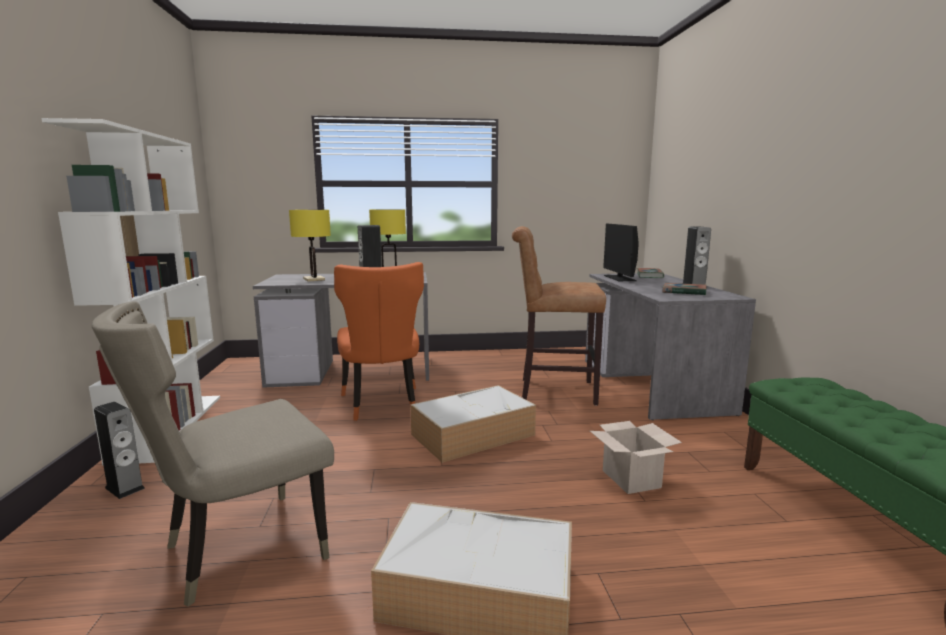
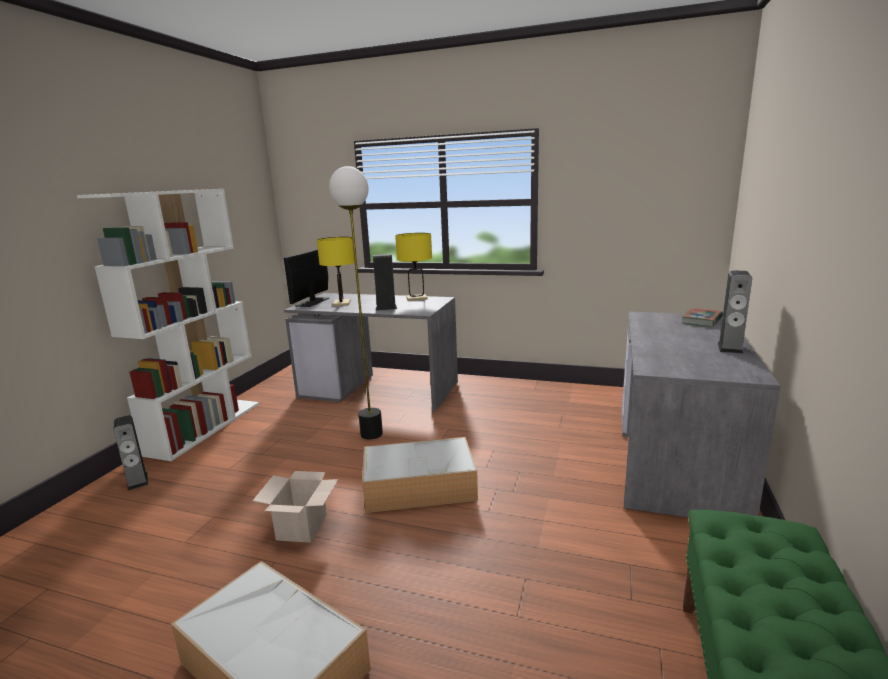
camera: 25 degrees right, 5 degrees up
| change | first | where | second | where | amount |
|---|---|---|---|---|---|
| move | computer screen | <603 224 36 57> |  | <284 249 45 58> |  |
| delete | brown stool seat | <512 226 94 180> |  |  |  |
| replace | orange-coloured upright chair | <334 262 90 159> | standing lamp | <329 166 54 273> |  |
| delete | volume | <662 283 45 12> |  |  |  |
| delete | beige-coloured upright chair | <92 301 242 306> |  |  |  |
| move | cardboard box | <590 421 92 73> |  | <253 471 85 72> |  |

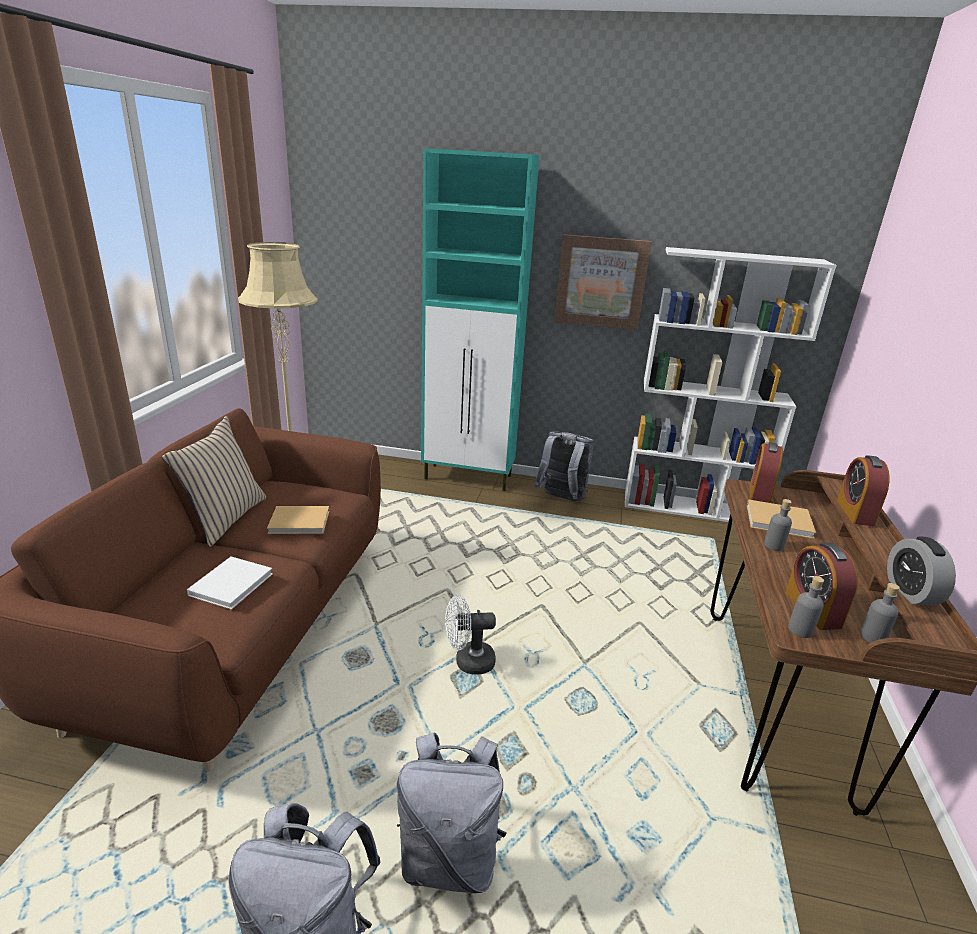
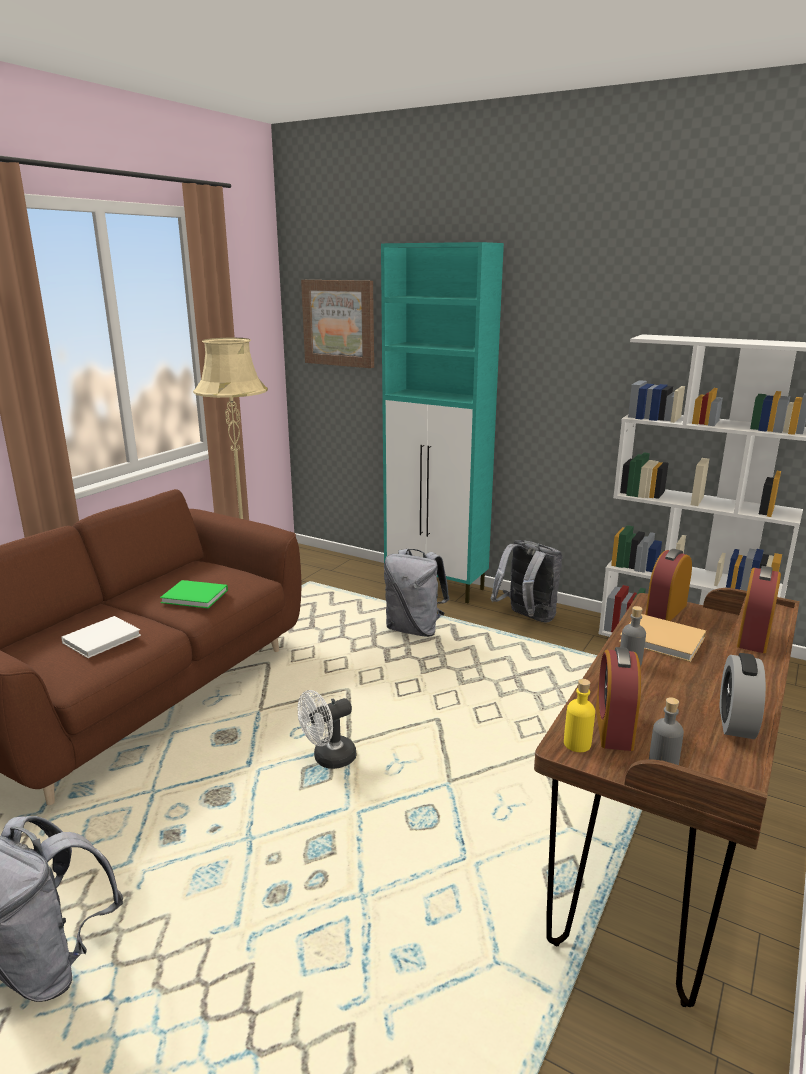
camera: 20 degrees right, 5 degrees down
| change | first | where | second | where | amount |
|---|---|---|---|---|---|
| move | wall art | <554 234 98 96> |  | <301 280 73 88> |  |
| delete | beige-coloured cushion | <162 416 104 131> |  |  |  |
| recolor | beige-coloured volume | <267 506 62 28> | greenish volume | <160 580 68 28> |  |
| recolor | gray drink bottle | <788 576 36 62> | yellowish drink bottle | <564 679 31 73> |  |
| rotate | whitish fan | <445 595 51 80> |  | <298 690 58 79> | 45 degrees counterclockwise |
| move | gray knapsack | <397 732 110 161> |  | <384 549 65 88> |  |

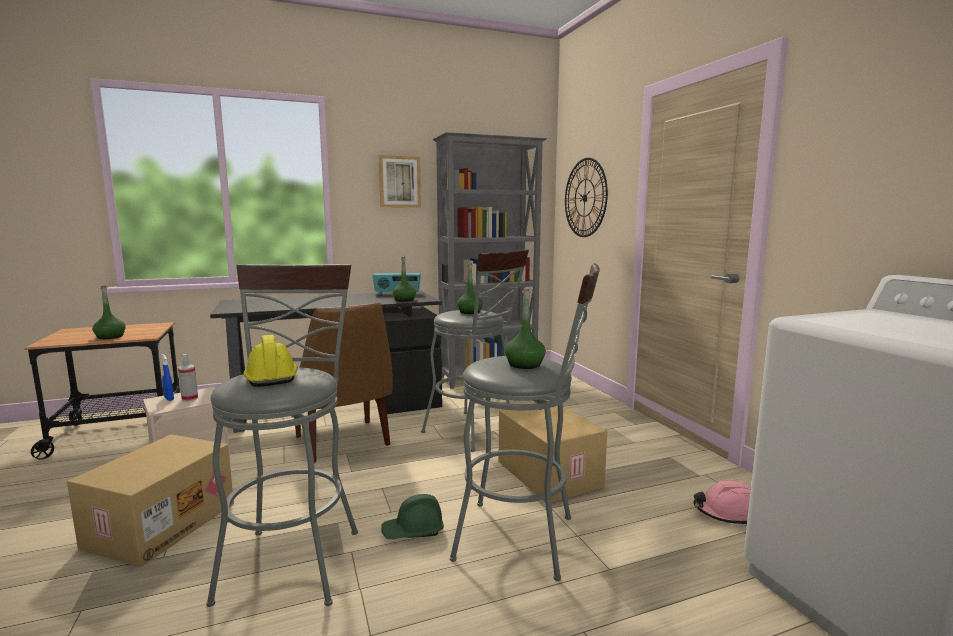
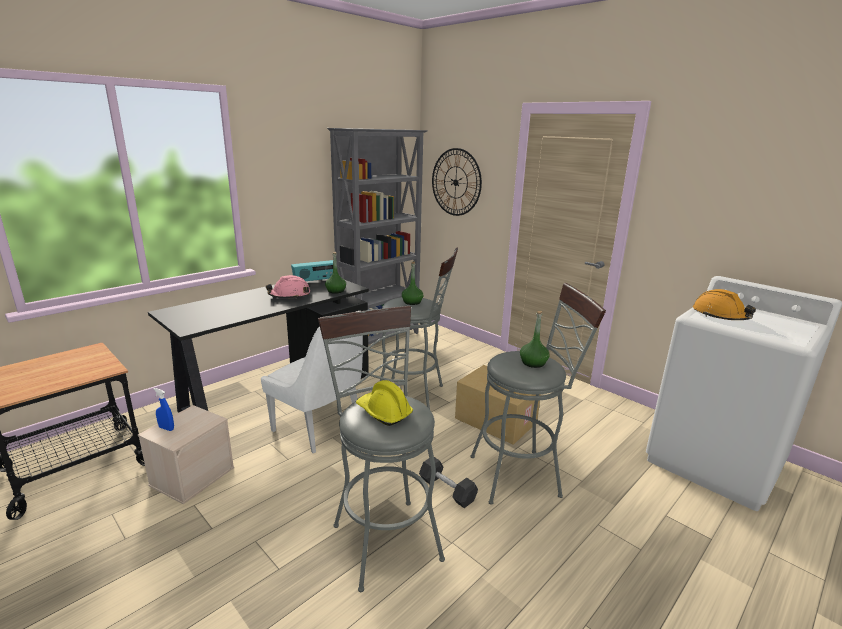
camera: 25 degrees left, 10 degrees up
| change | first | where | second | where | amount |
|---|---|---|---|---|---|
| delete | wall art | <379 155 42 53> |  |  |  |
| delete | greenish drink bottle | <92 286 34 53> |  |  |  |
| recolor | brown upright chair | <294 303 99 160> | whitish upright chair | <261 310 102 143> |  |
| delete | sprayer | <178 354 20 48> |  |  |  |
| delete | cardboard box | <67 434 167 133> |  |  |  |
| move | pinkish safety helmet | <694 481 57 45> |  | <266 275 44 24> |  |
| replace | greenish safety helmet | <381 494 63 45> | blackish free weight | <419 457 59 51> |  |
| insert |  |  | orange-coloured safety helmet | <693 289 63 31> |  |

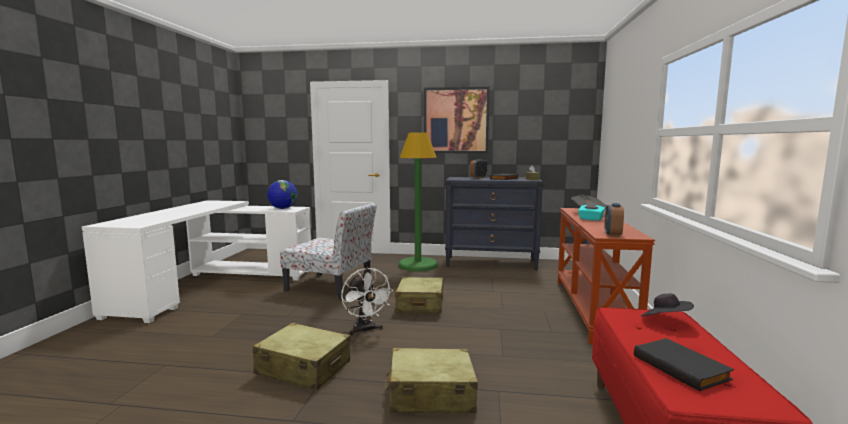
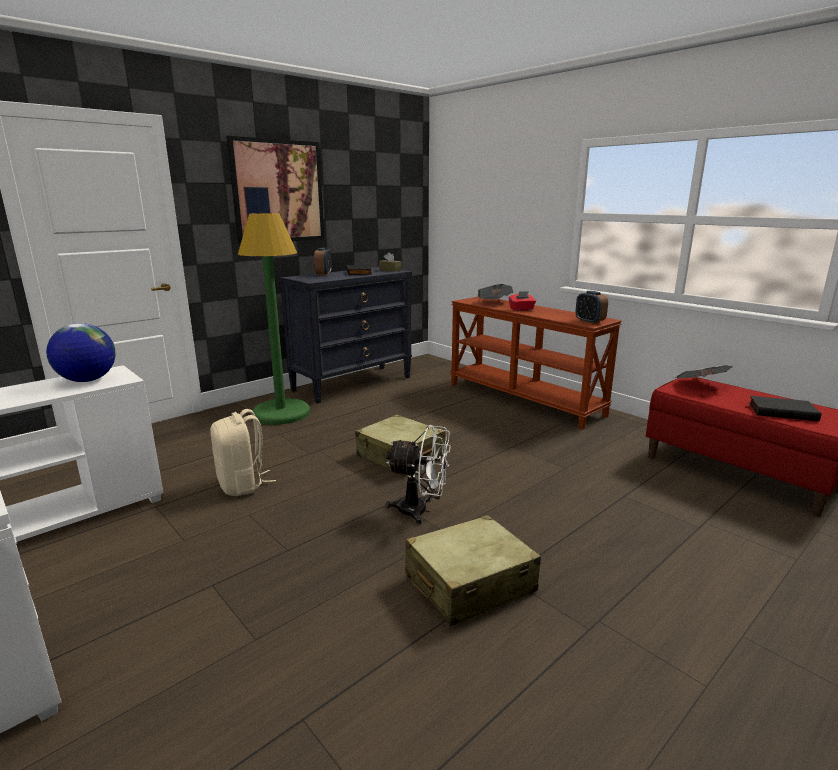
camera: 50 degrees left, 10 degrees up
| change | first | where | second | where | amount |
|---|---|---|---|---|---|
| recolor | blue-green tissue holder | <578 201 27 20> | red tissue holder | <509 291 27 20> |  |
| replace | upright chair | <280 203 97 97> | beige-coloured knapsack | <210 409 66 87> |  |
| replace | blackish clothing hat | <641 294 53 23> | daily paper | <675 365 58 13> |  |
| delete | beige-coloured travel case | <385 348 93 65> |  |  |  |

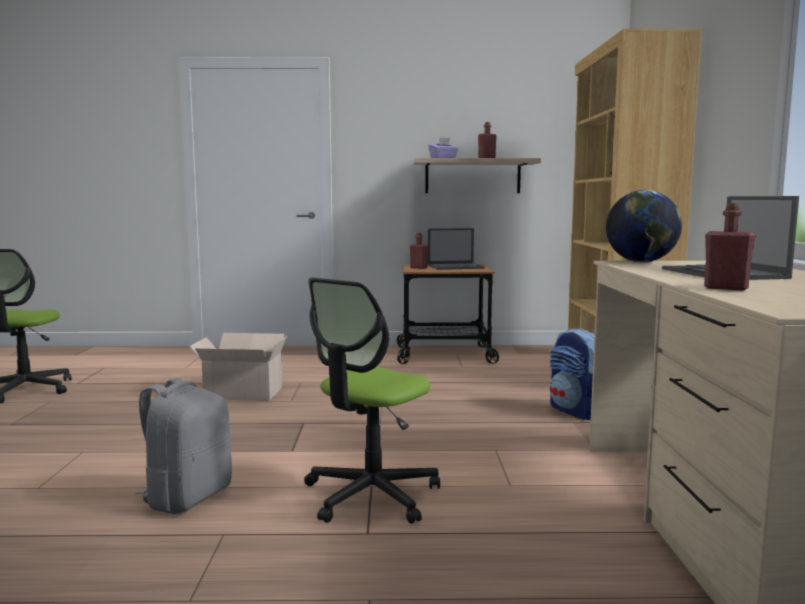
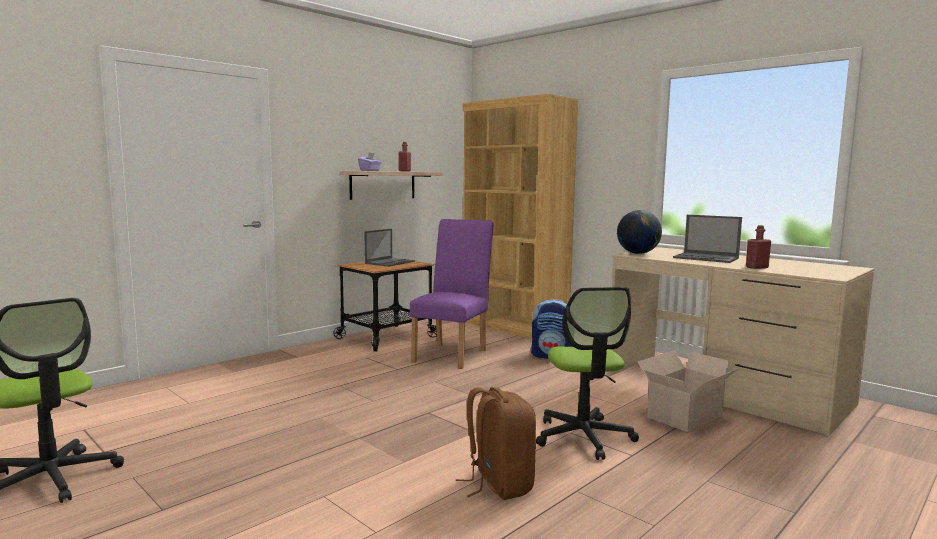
camera: 45 degrees left, 0 degrees up
| change | first | where | second | where | amount |
|---|---|---|---|---|---|
| delete | red drink bottle | <410 233 18 36> |  |  |  |
| move | cardboard box | <189 333 98 68> |  | <637 350 103 82> |  |
| recolor | gray knapsack | <135 378 97 136> | brown knapsack | <456 387 80 113> |  |
| insert |  |  | purple-coloured upright chair | <410 219 84 150> |  |

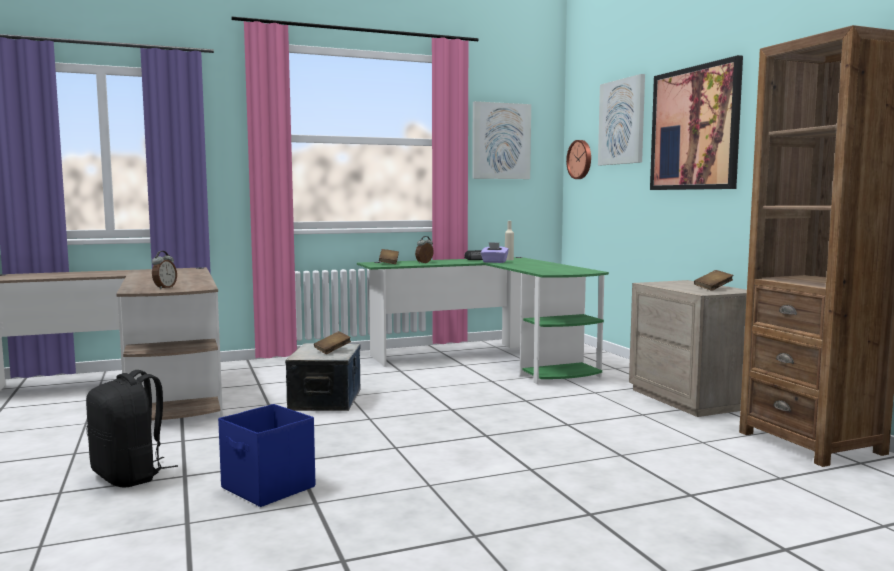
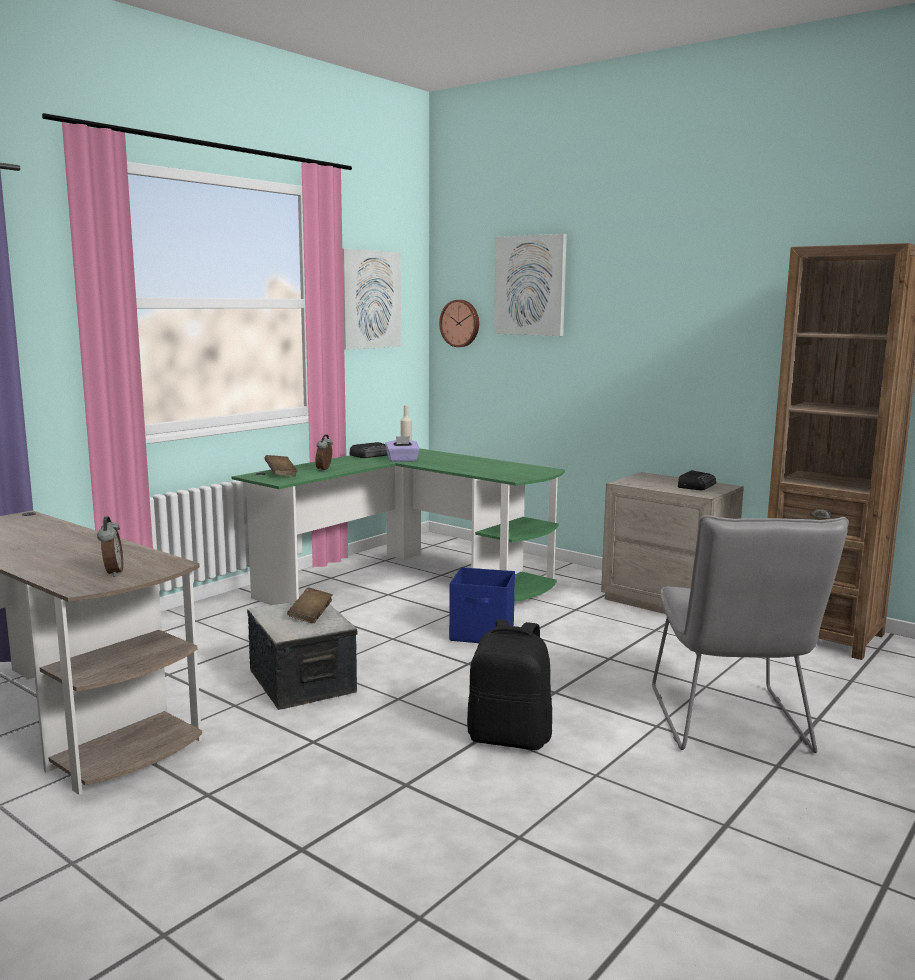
camera: 30 degrees left, 5 degrees up
| change | first | where | second | where | amount |
|---|---|---|---|---|---|
| delete | wall art | <650 55 93 135> |  |  |  |
| replace | brown volume | <694 270 39 21> | radio set | <678 470 38 20> |  |
| move | blackish knapsack | <86 370 92 118> |  | <467 620 85 130> |  |
| move | blue-coloured storage container | <218 404 97 103> |  | <449 567 66 76> |  |
| insert |  |  | gray upright chair | <652 515 197 238> |  |

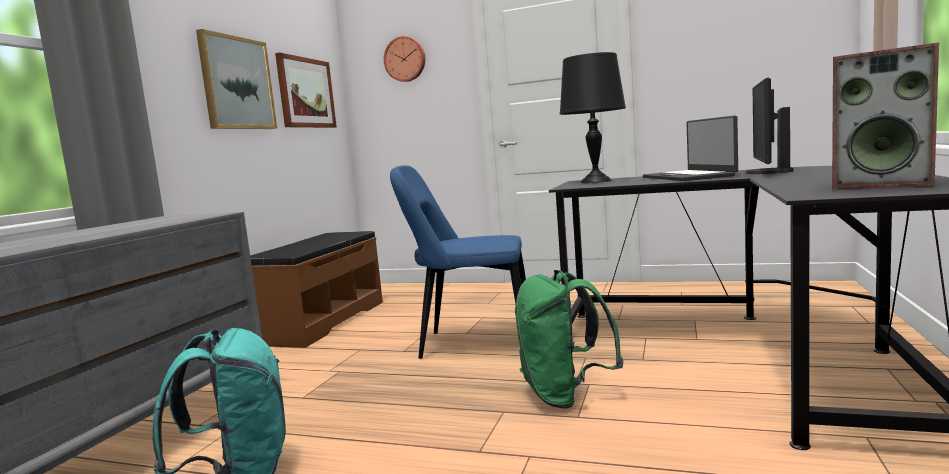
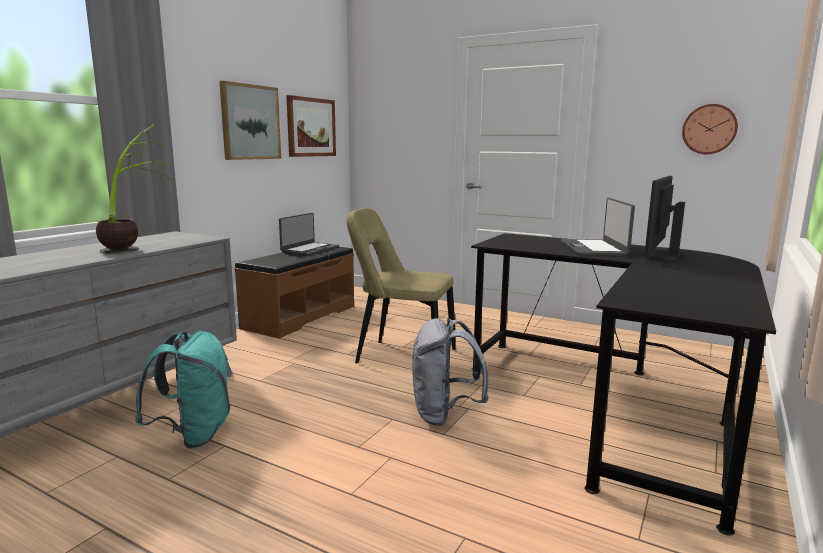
camera: 10 degrees right, 5 degrees up
| change | first | where | second | where | amount |
|---|---|---|---|---|---|
| move | clock on the wall | <384 36 41 46> |  | <682 104 56 50> |  |
| delete | audio speaker | <832 42 107 147> |  |  |  |
| delete | blackish lamp for a table | <560 52 66 131> |  |  |  |
| recolor | blue-coloured upright chair | <390 166 136 193> | beige-coloured upright chair | <346 208 110 155> |  |
| recolor | greenish knapsack | <515 270 109 138> | gray knapsack | <412 318 77 108> |  |
| insert |  |  | houseplant | <96 125 76 128> |  |
| insert |  |  | notebook computer | <279 213 60 43> |  |

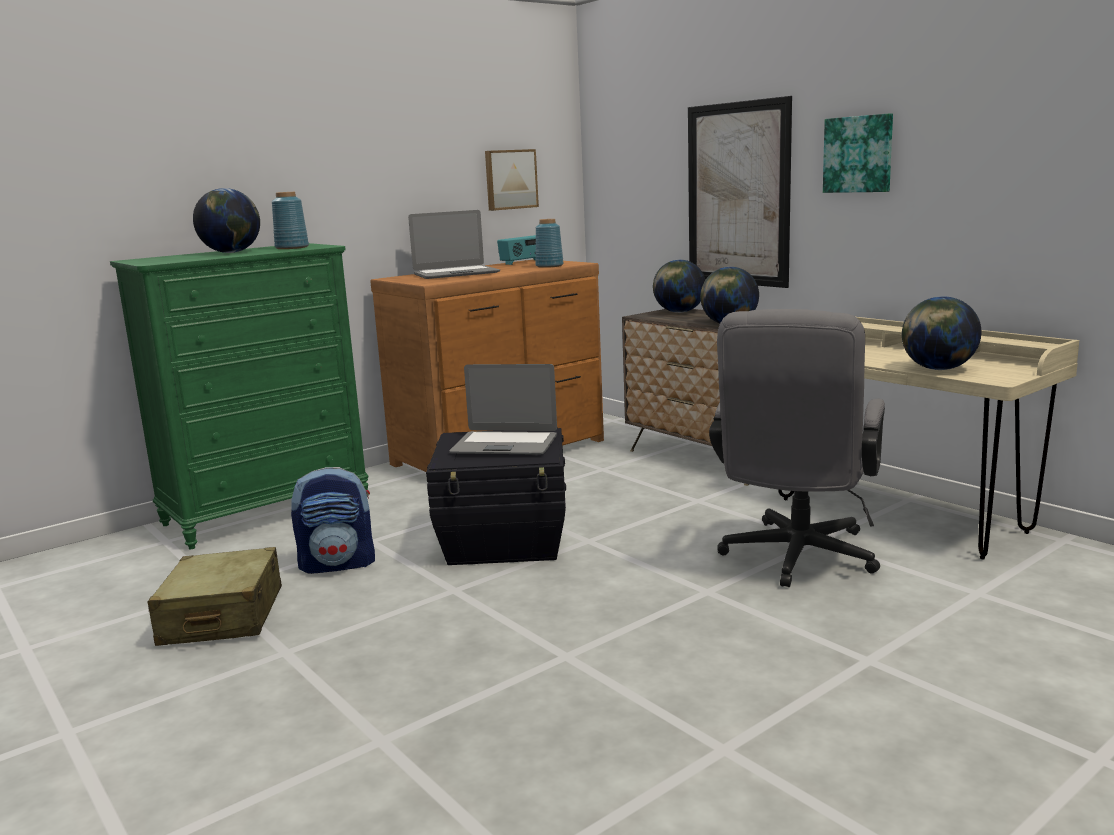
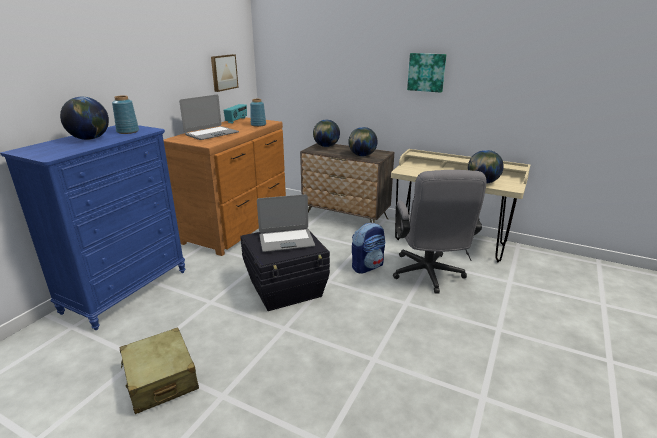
camera: 25 degrees left, 10 degrees up
| change | first | where | second | where | amount |
|---|---|---|---|---|---|
| delete | wall art | <688 96 104 192> |  |  |  |
| recolor | greenish drawer chest | <110 243 259 306> | blue-coloured drawer chest | <0 125 185 205> |  |
| move | knapsack | <291 467 84 107> |  | <352 223 34 51> |  |

